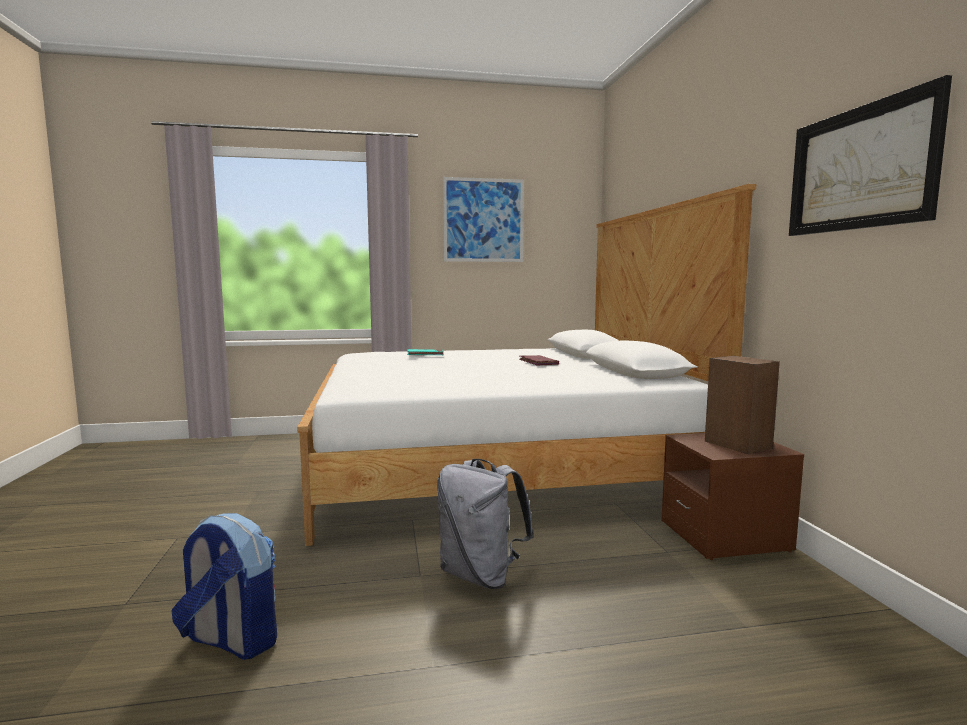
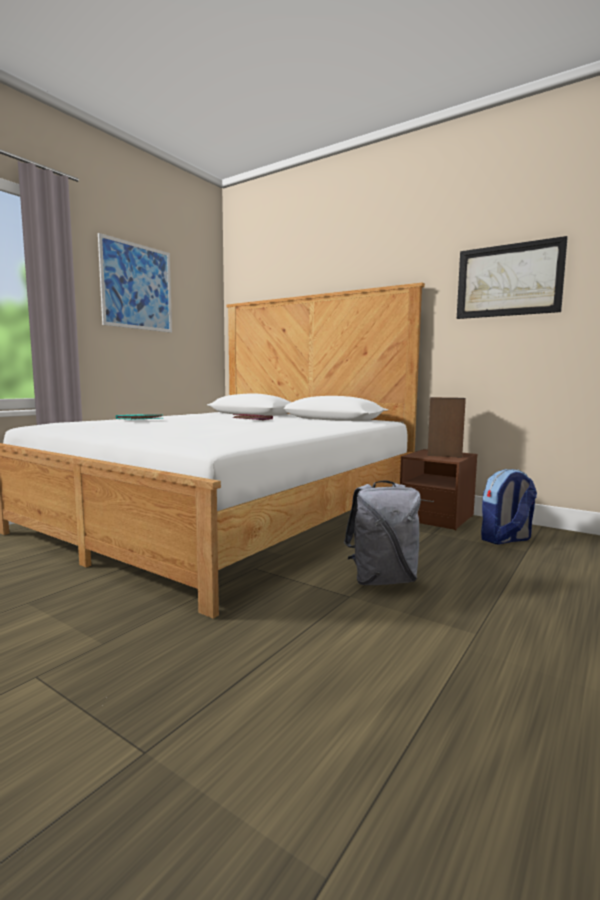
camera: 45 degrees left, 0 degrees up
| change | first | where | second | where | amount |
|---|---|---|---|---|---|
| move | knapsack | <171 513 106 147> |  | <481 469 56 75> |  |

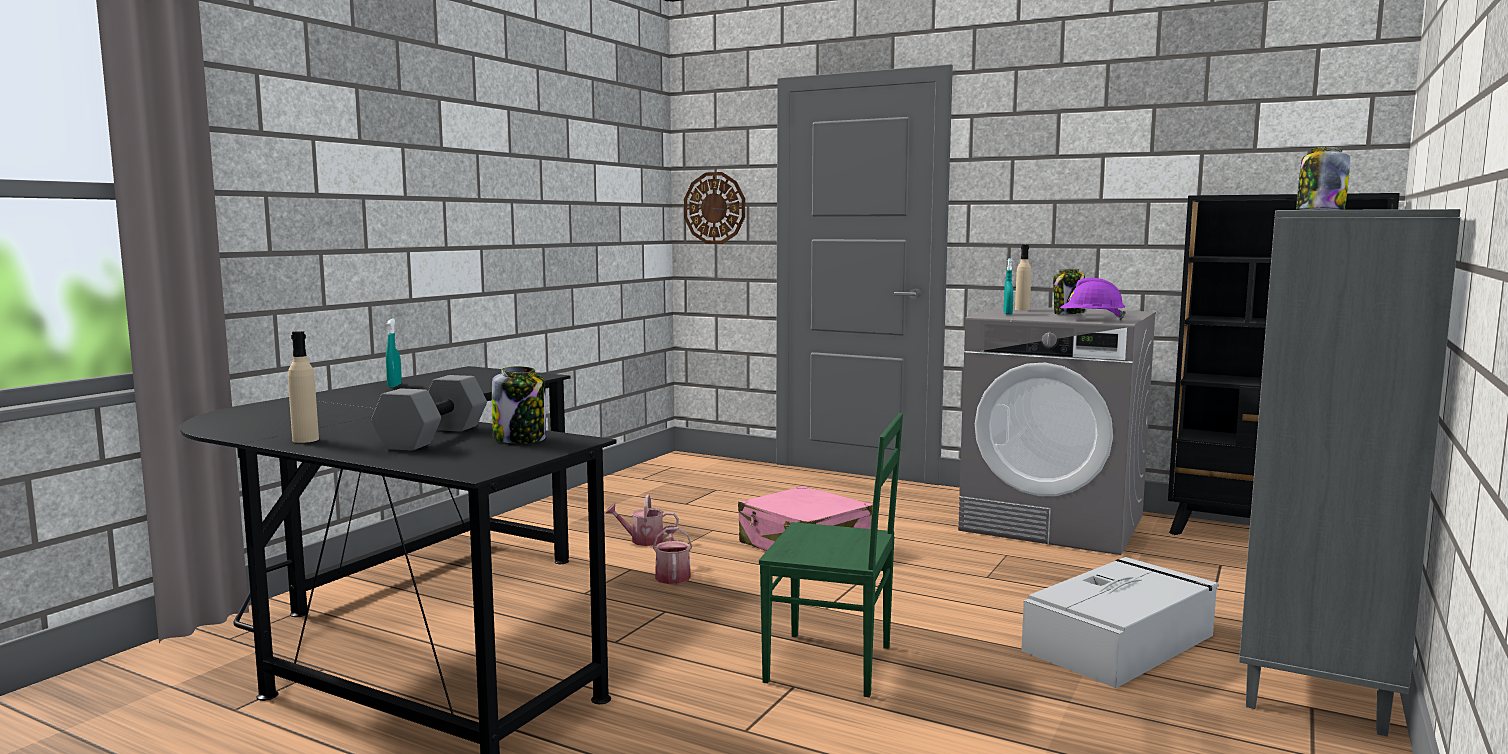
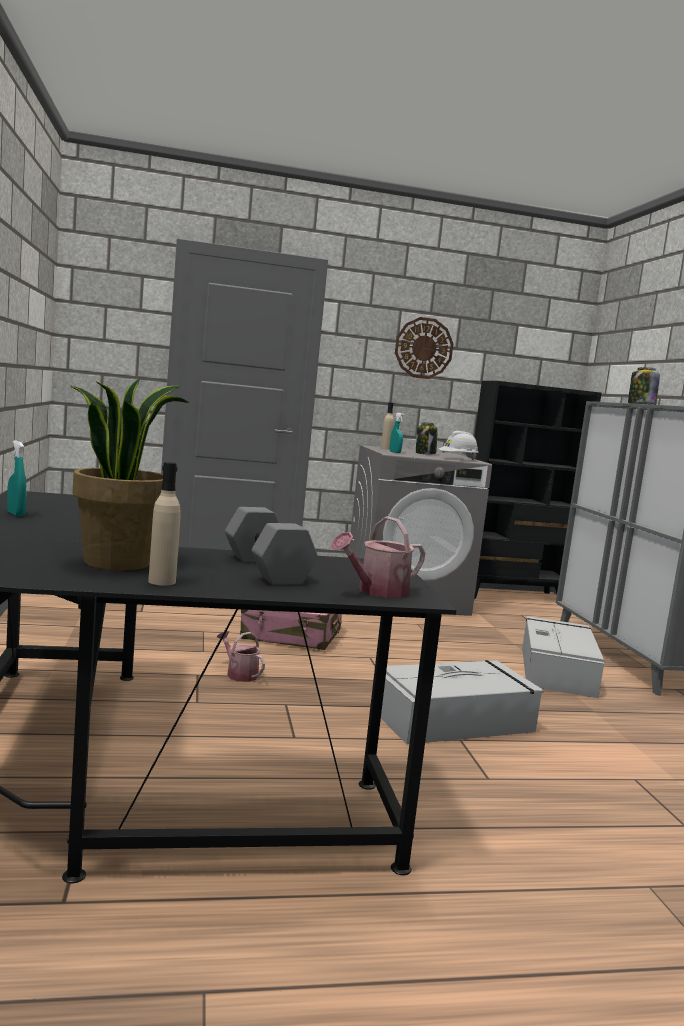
camera: 40 degrees left, 0 degrees up
| change | first | where | second | where | amount |
|---|---|---|---|---|---|
| move | clock on the wall | <684 172 61 72> |  | <395 317 58 62> |  |
| recolor | purple-coloured safety helmet | <1060 278 66 42> | whitish safety helmet | <439 431 40 29> |  |
| delete | jar | <492 366 54 78> |  |  |  |
| replace | greenish upright chair | <759 413 144 284> | gray storage container | <381 660 162 84> |  |
| move | sprinkling can | <605 494 74 52> |  | <331 516 94 82> |  |
| insert |  |  | houseplant | <70 377 120 193> |  |

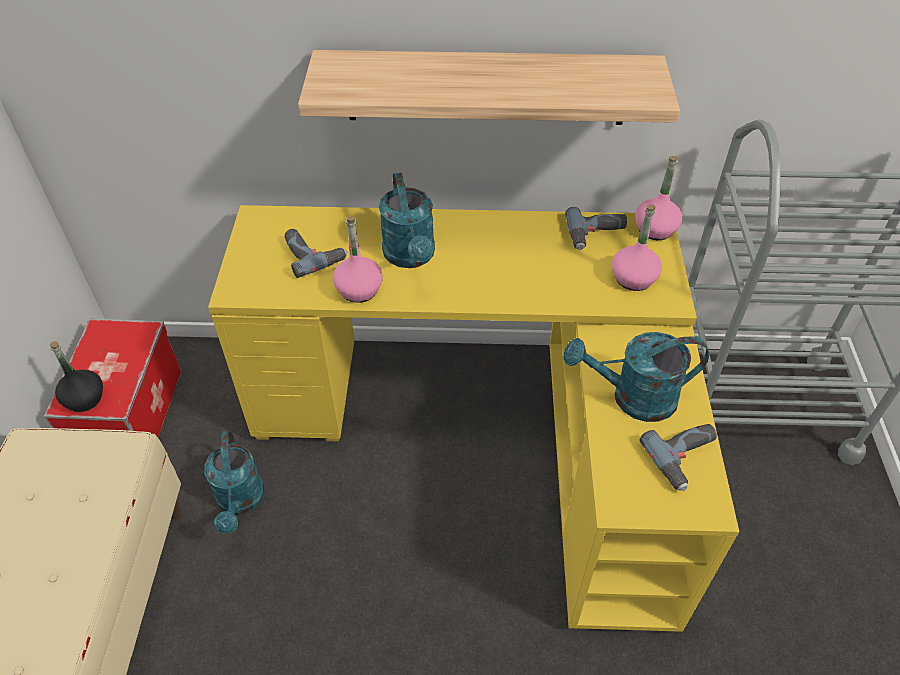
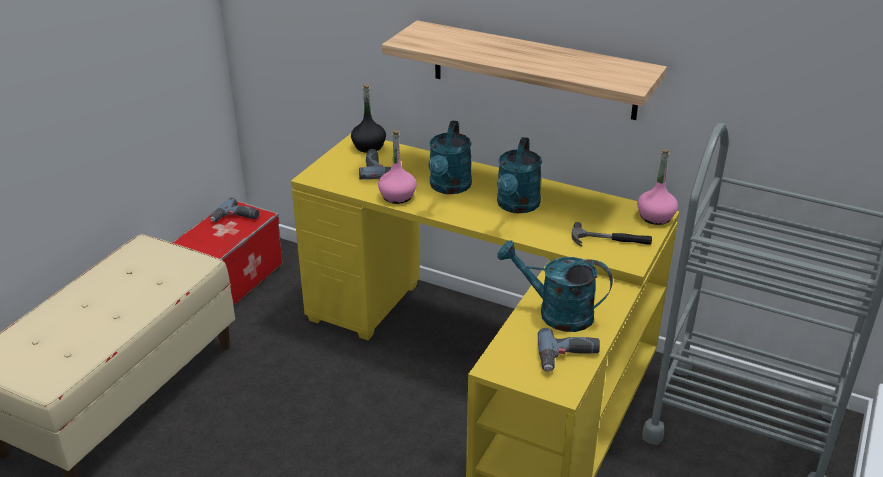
camera: 25 degrees right, 15 degrees down
| change | first | where | second | where | amount |
|---|---|---|---|---|---|
| replace | pinkish drink bottle | <612 204 50 87> | hand hammer | <572 222 80 25> |  |
| move | drill | <565 207 62 43> |  | <210 197 49 25> |  |
| move | blackish drink bottle | <50 341 53 71> |  | <351 84 35 69> |  |
| move | blue-green sprinkling can | <204 431 60 103> |  | <497 137 45 76> |  |

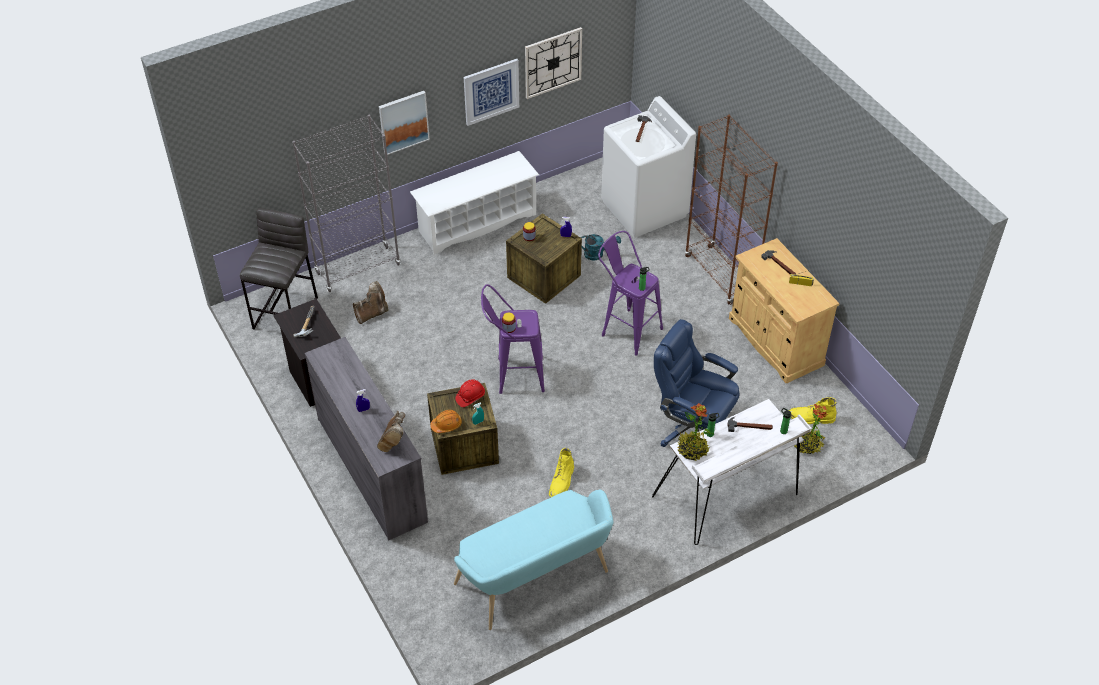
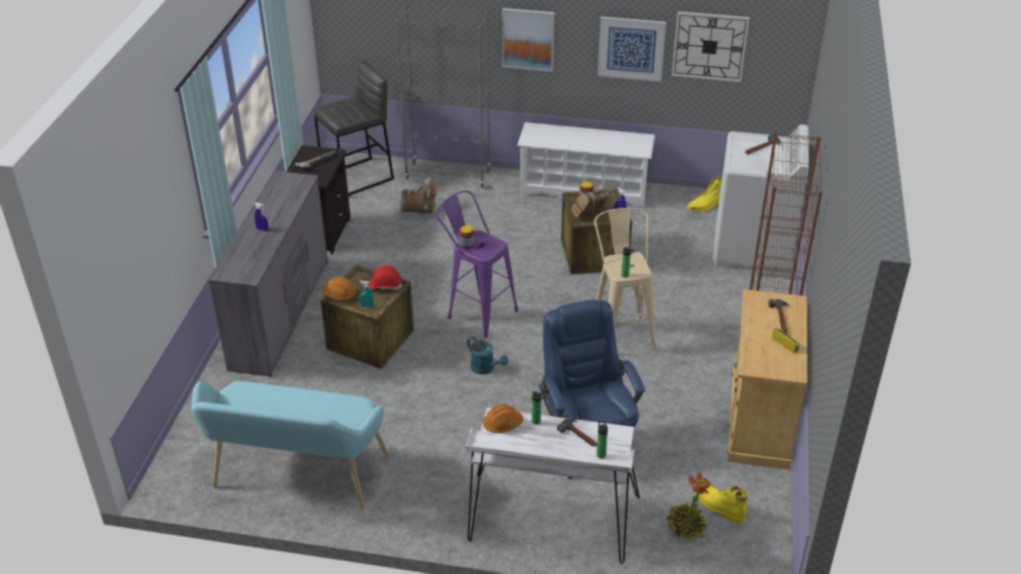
camera: 40 degrees right, 10 degrees down
| change | first | where | second | where | amount |
|---|---|---|---|---|---|
| recolor | purple-coloured stool seat | <598 231 65 125> | beige-coloured stool seat | <594 208 62 141> |  |
| move | blue-green sprinkling can | <581 234 40 26> |  | <467 337 41 37> |  |
| replace | houseplant | <677 403 37 58> | orange-coloured safety helmet | <483 404 40 29> |  |
| move | brown high-top boot | <377 411 28 41> |  | <572 190 38 27> |  |
| move | yellowish high-top boot | <549 448 25 50> |  | <687 176 35 36> |  |

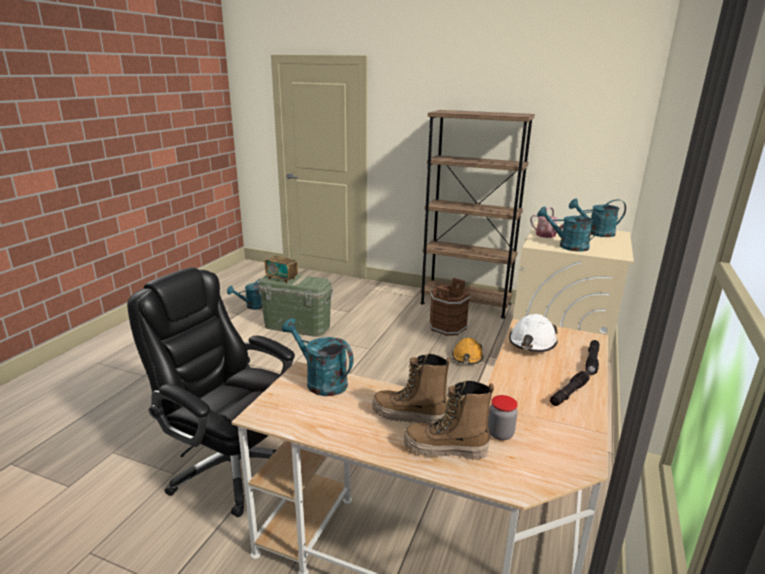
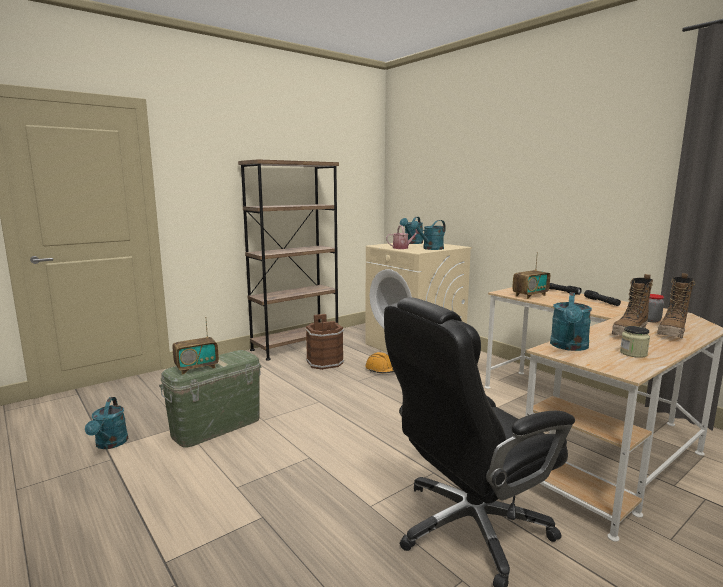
camera: 60 degrees left, 10 degrees down
| change | first | where | second | where | amount |
|---|---|---|---|---|---|
| replace | whitish safety helmet | <509 314 49 38> | radio set | <512 252 38 47> |  |
| rotate | blue-green sprinkling can | <282 318 72 78> |  | <550 292 42 59> | 45 degrees counterclockwise |
| insert |  |  | jar | <620 326 30 32> |  |

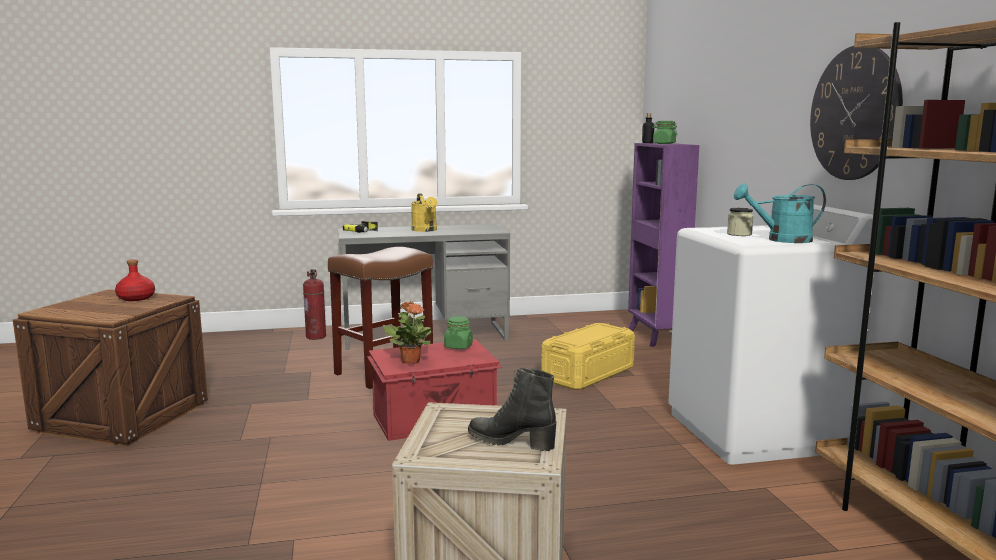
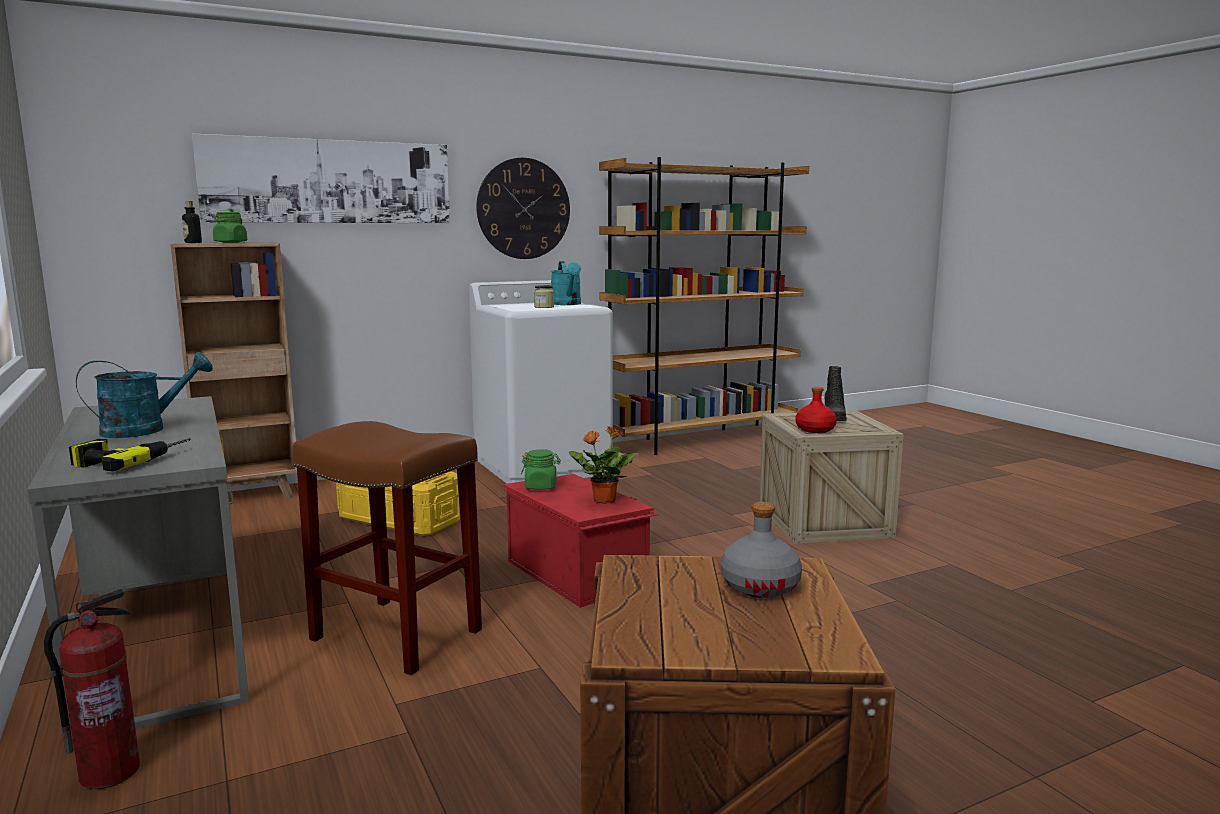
camera: 105 degrees left, 0 degrees up
| change | first | where | second | where | amount |
|---|---|---|---|---|---|
| recolor | purple-coloured bookshelf | <628 143 71 204> | brown bookshelf | <170 242 127 257> |  |
| recolor | yellowish sprinkling can | <411 193 26 39> | blue-green sprinkling can | <76 352 137 86> |  |
| move | red drink bottle | <115 259 40 42> |  | <795 387 42 46> |  |
| insert |  |  | wall art | <192 133 258 90> |  |
| insert |  |  | gray drink bottle | <720 502 82 96> |  |

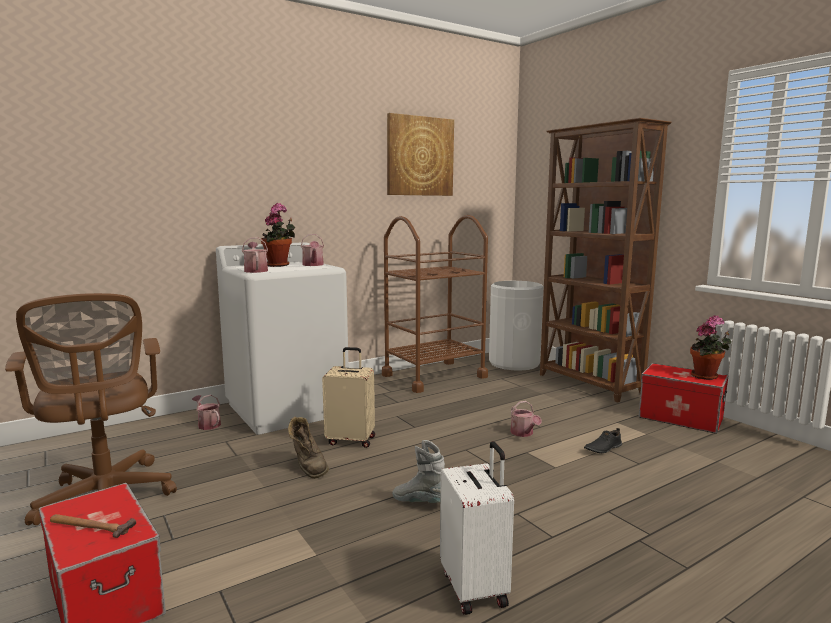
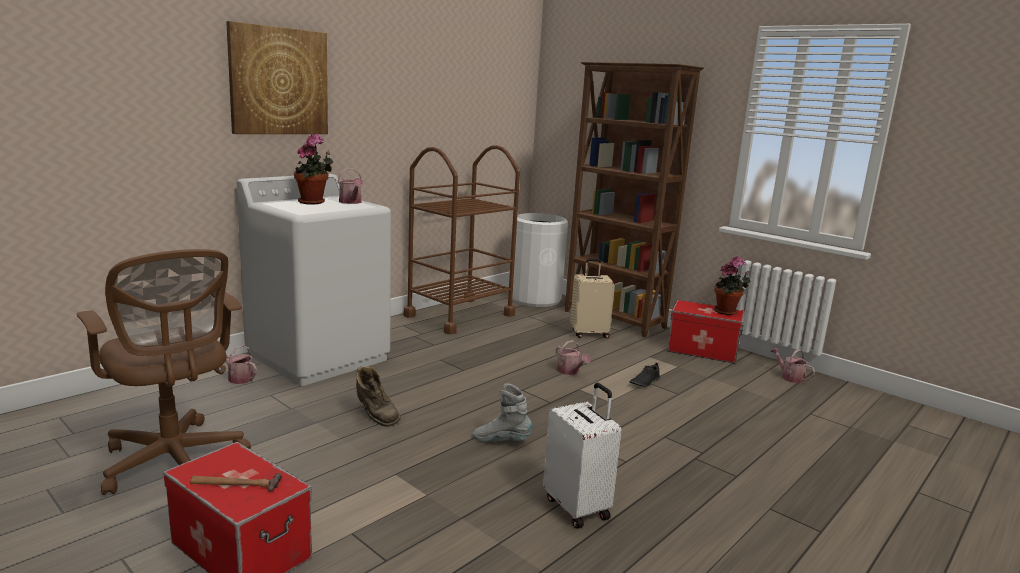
camera: 15 degrees left, 5 degrees up
| change | first | where | second | where | amount |
|---|---|---|---|---|---|
| move | wall art | <387 113 67 83> |  | <226 21 102 113> |  |
| move | sprinkling can | <242 237 26 36> |  | <770 347 45 36> |  |
| move | beige-coloured travel case | <322 347 53 101> |  | <570 259 45 79> |  |

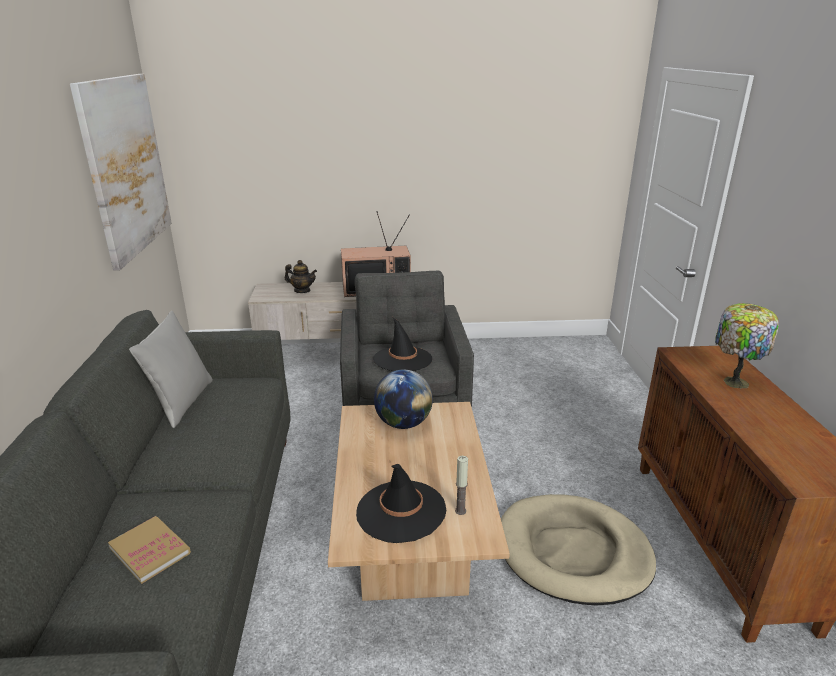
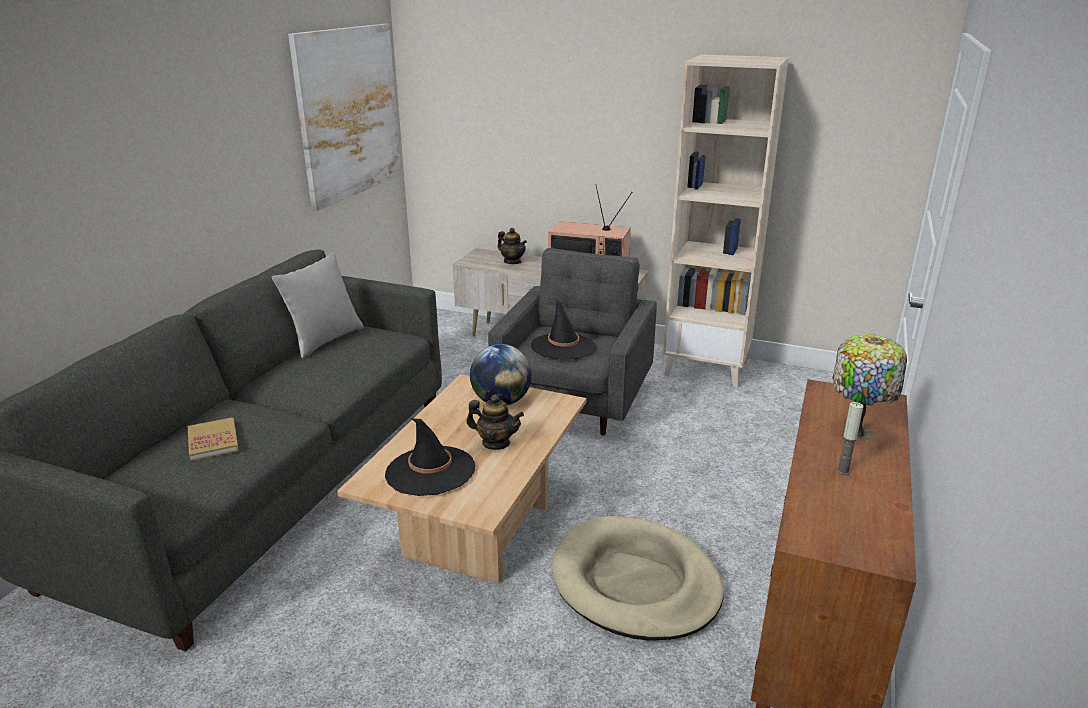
camera: 25 degrees right, 0 degrees up
| change | first | where | second | where | amount |
|---|---|---|---|---|---|
| move | wax candle | <455 456 13 59> |  | <836 402 27 73> |  |
| insert |  |  | beige-coloured bookshelf | <663 54 126 334> |  |
| insert |  |  | tea pot | <466 395 58 55> |  |

